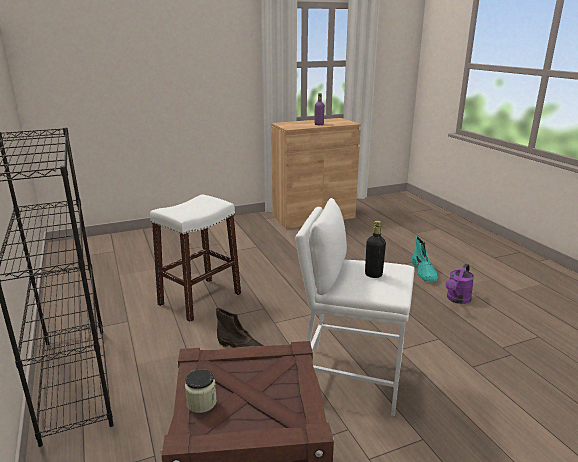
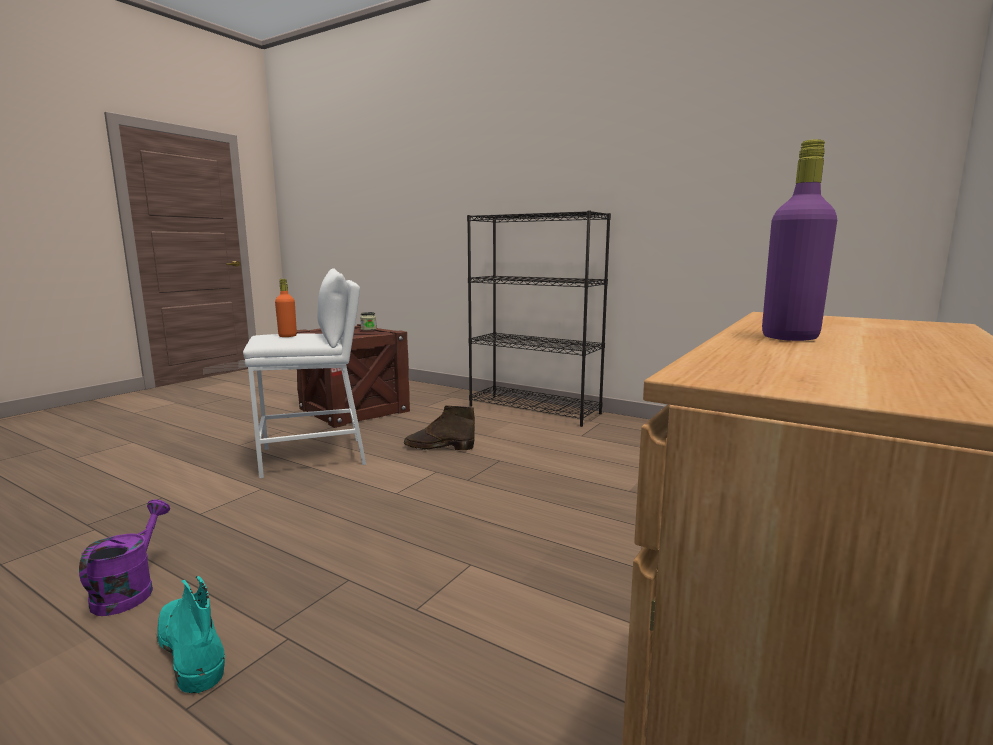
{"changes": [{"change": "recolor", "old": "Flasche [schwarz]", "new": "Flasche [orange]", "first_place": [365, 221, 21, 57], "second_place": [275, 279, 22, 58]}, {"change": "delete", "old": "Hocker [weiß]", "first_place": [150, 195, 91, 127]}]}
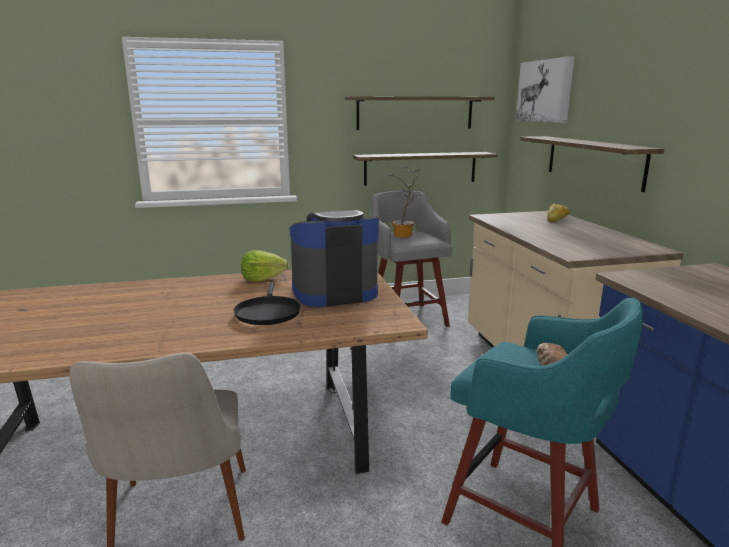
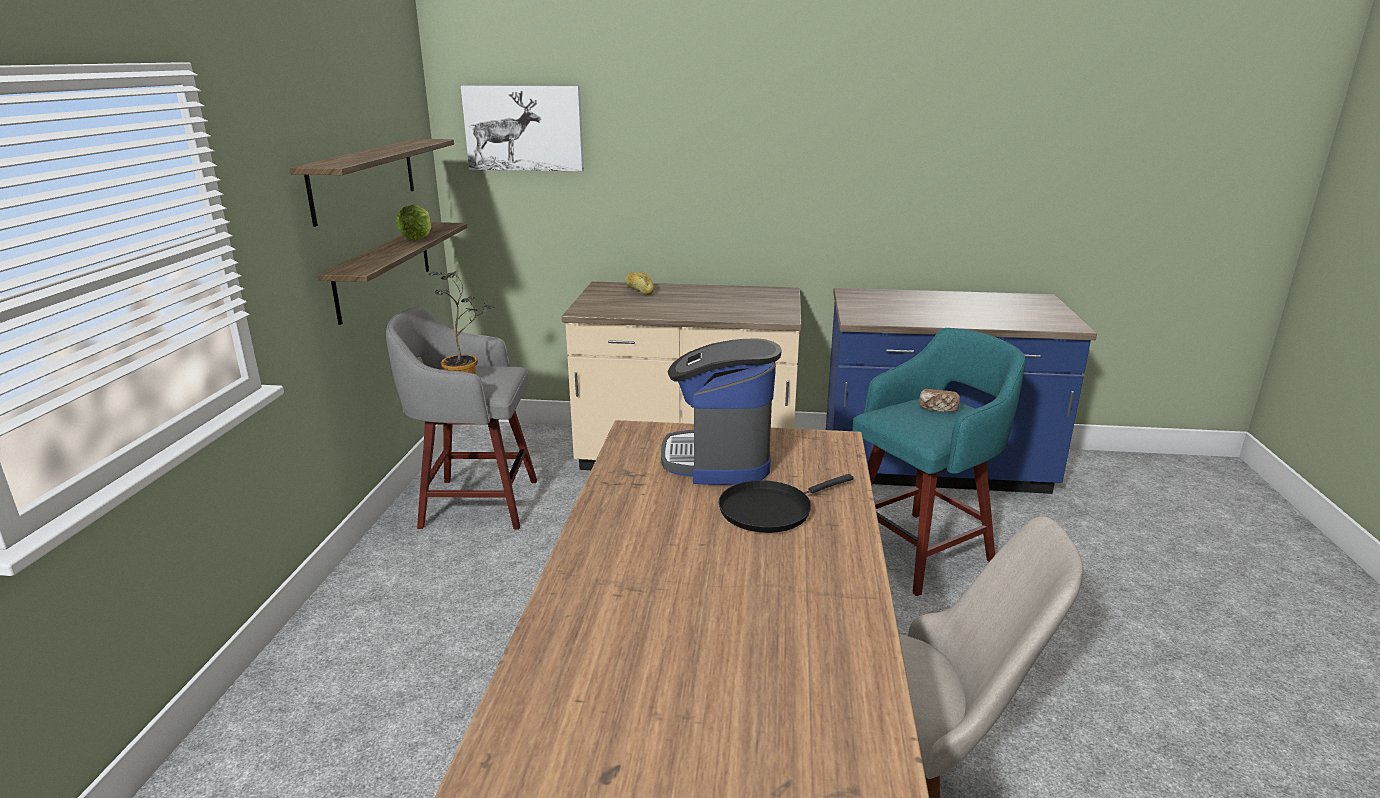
{"changes": [{"change": "move", "old": "Salatkopf", "first_place": [241, 250, 48, 31], "second_place": [396, 204, 35, 35]}, {"change": "rotate", "old": "Pfanne [schwarz]", "first_place": [234, 282, 67, 43], "second_place": [719, 474, 134, 59], "degrees": 135}, {"change": "delete", "old": "Wandregal", "first_place": [520, 136, 145, 56]}]}
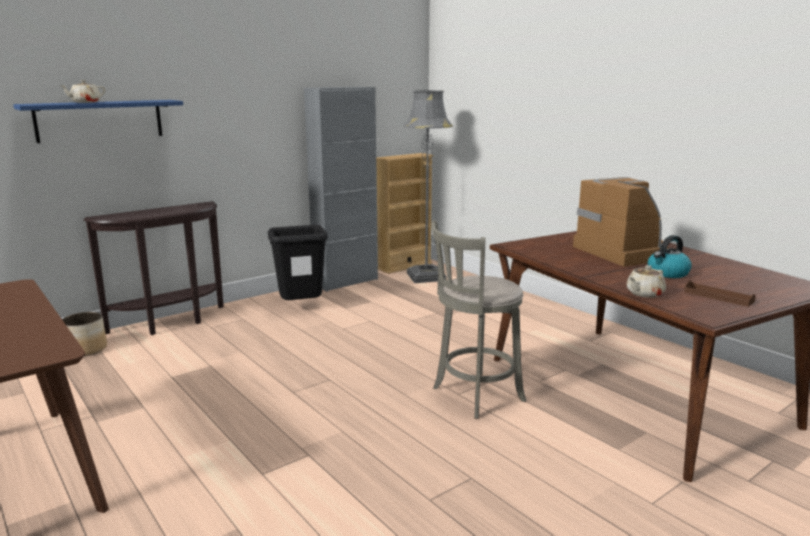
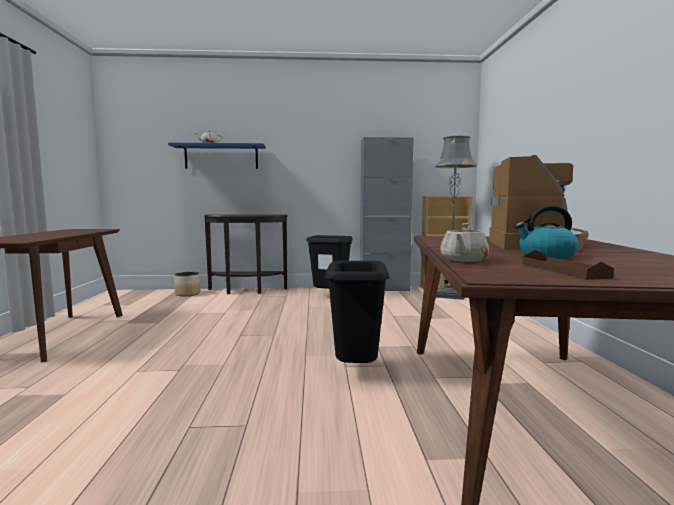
{"changes": [{"change": "replace", "old": "Hocker [grau]", "new": "Mülleimer [schwarz]", "first_place": [431, 220, 95, 199], "second_place": [325, 261, 64, 102]}, {"change": "rotate", "old": "Teekanne [beige]", "first_place": [627, 265, 39, 33], "second_place": [440, 223, 49, 39], "degrees": -60}]}
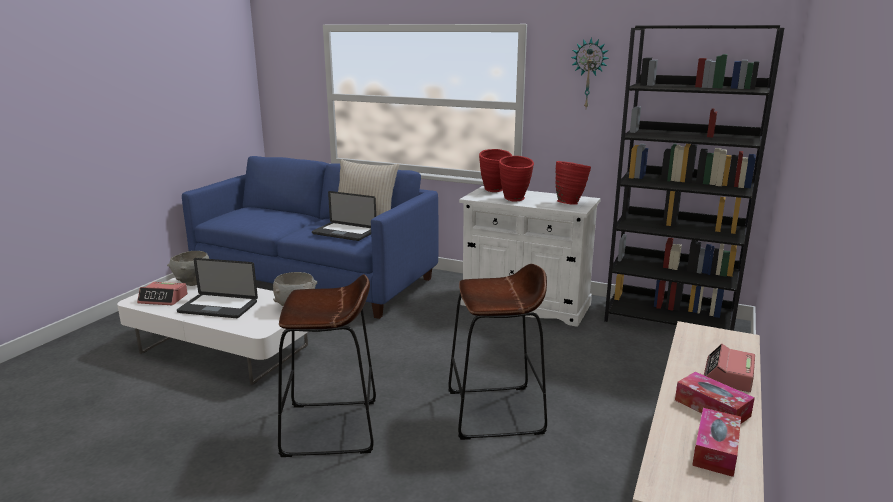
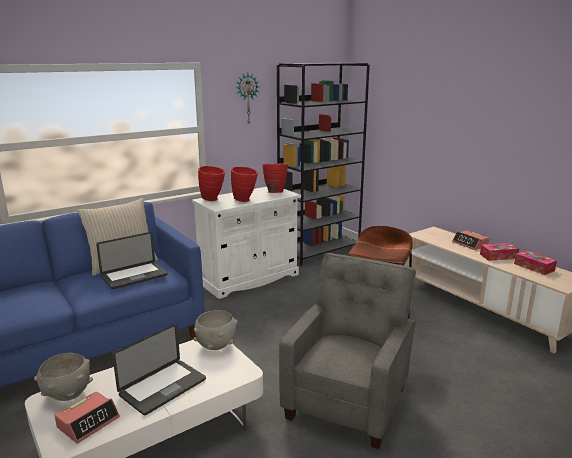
{"changes": [{"change": "replace", "old": "Hocker [braun]", "new": "Sessel [grau]", "first_place": [278, 274, 98, 183], "second_place": [279, 253, 137, 196]}]}
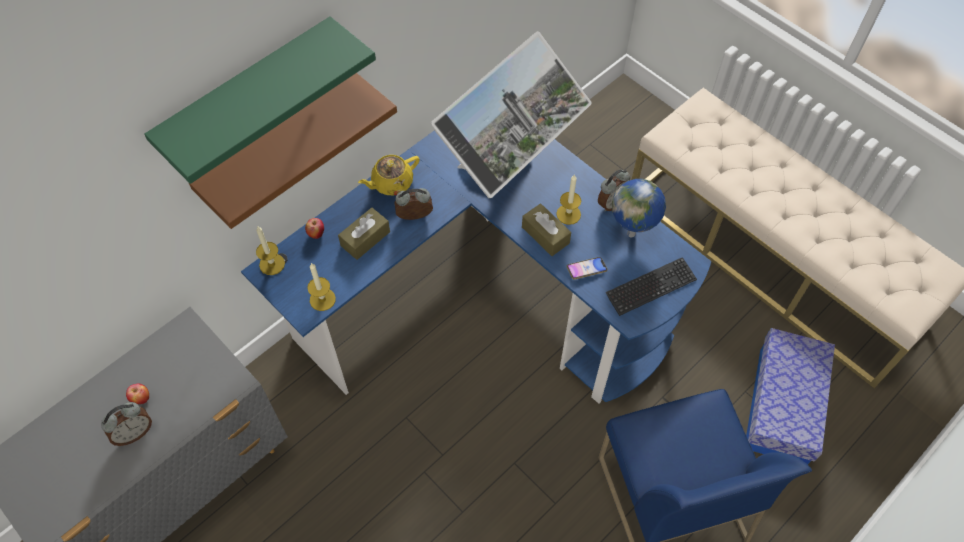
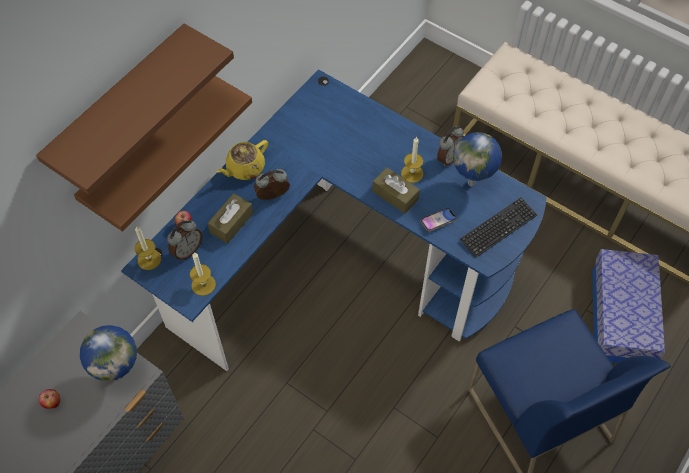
{"changes": [{"change": "recolor", "old": "Wandregal [grün]", "new": "Wandregal [braun]", "first_place": [144, 16, 232, 168], "second_place": [36, 23, 198, 172]}, {"change": "insert", "new": "Globus", "second_place": [80, 325, 57, 56]}, {"change": "move", "old": "Wecker", "first_place": [101, 402, 51, 44], "second_place": [167, 220, 36, 40]}, {"change": "delete", "old": "Monitor", "first_place": [430, 31, 162, 167]}]}
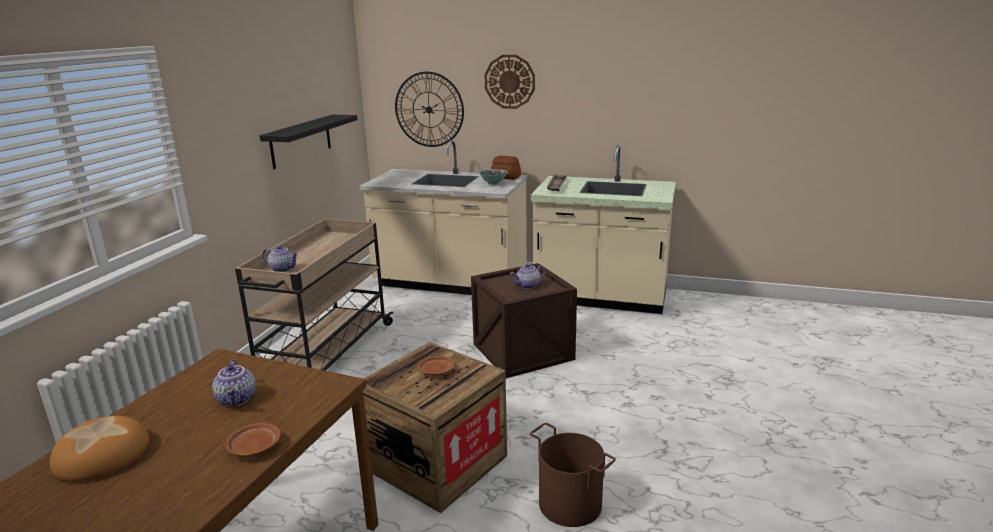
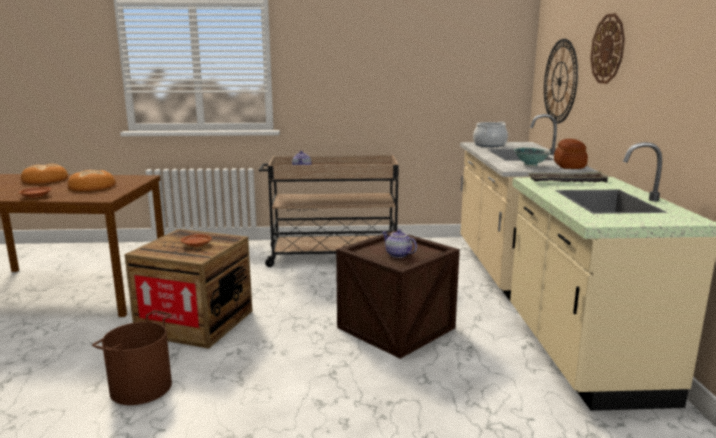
{"changes": [{"change": "replace", "old": "Teekanne", "new": "Brot", "first_place": [212, 359, 44, 47], "second_place": [68, 170, 48, 21]}, {"change": "insert", "new": "Kochtopf", "second_place": [473, 122, 35, 25]}, {"change": "delete", "old": "Wandregal [schwarz]", "first_place": [260, 115, 97, 54]}]}
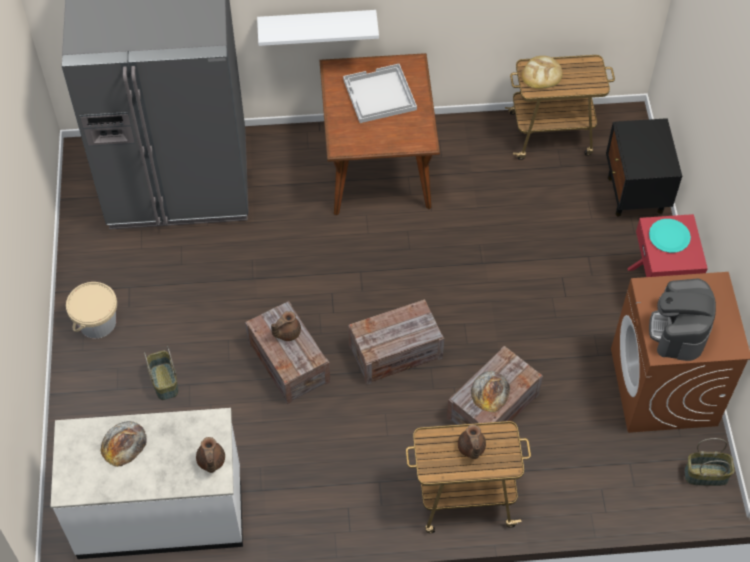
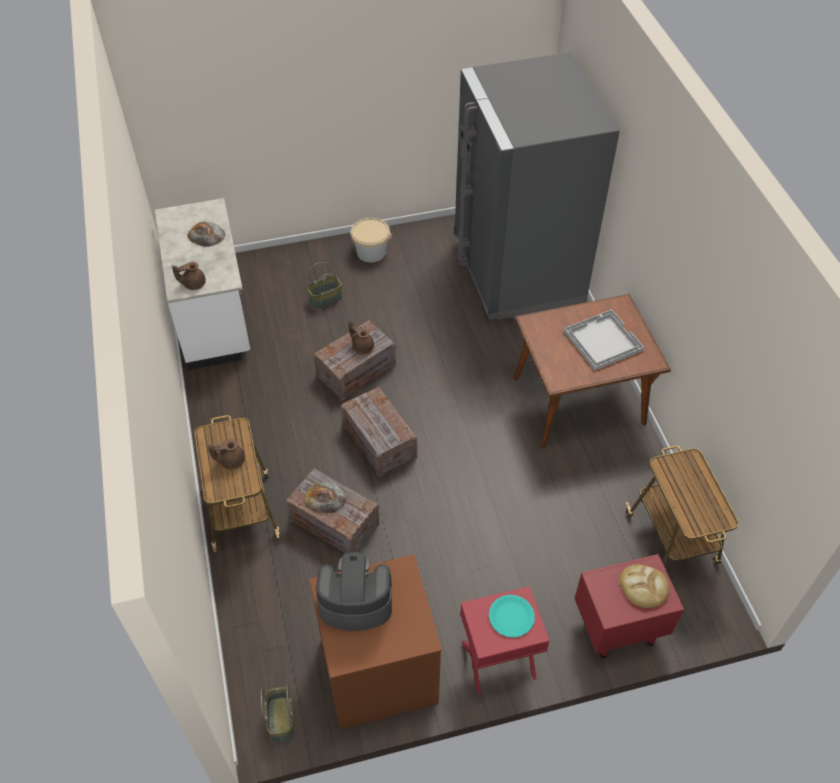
{"changes": [{"change": "recolor", "old": "Nachttisch [schwarz]", "new": "Nachttisch [rot]", "first_place": [606, 118, 76, 98], "second_place": [575, 554, 109, 104]}, {"change": "move", "old": "Brot", "first_place": [521, 56, 42, 33], "second_place": [620, 564, 50, 44]}, {"change": "delete", "old": "Wandregal [weiß]", "first_place": [257, 10, 122, 36]}]}
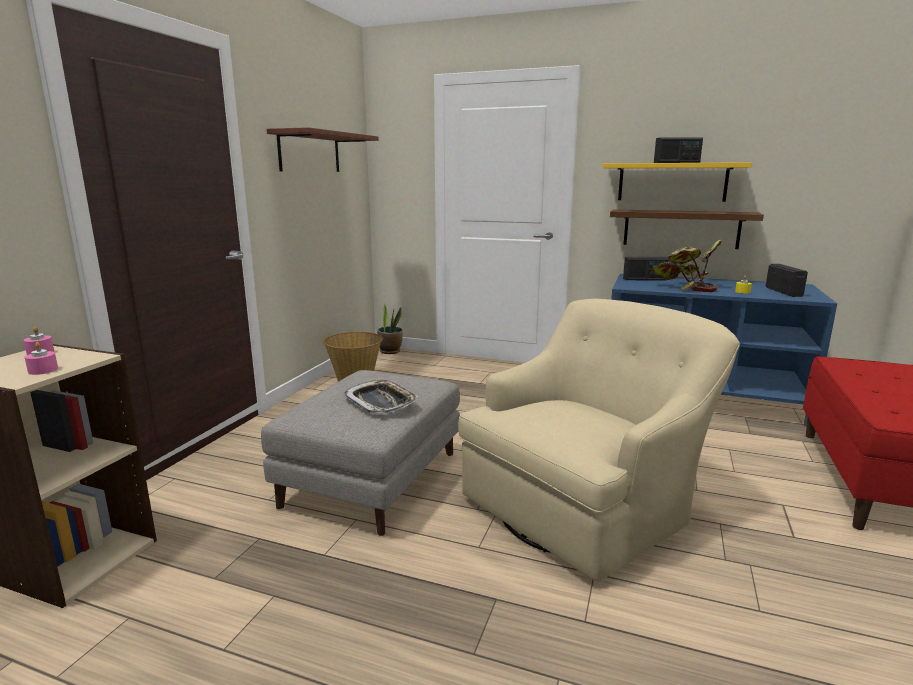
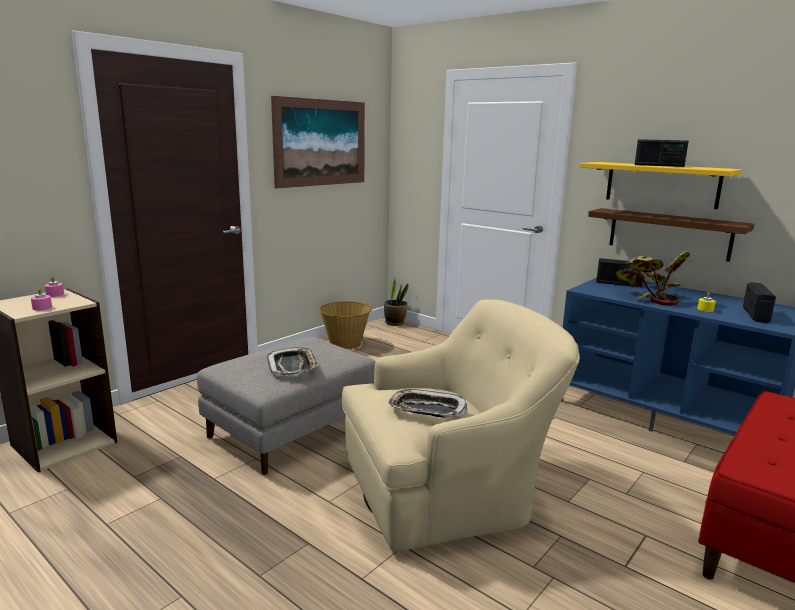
{"changes": [{"change": "replace", "old": "Wandregal [braun]", "new": "Bild", "first_place": [267, 127, 112, 45], "second_place": [271, 96, 94, 92]}, {"change": "insert", "new": "Tablett", "second_place": [388, 389, 80, 29]}]}
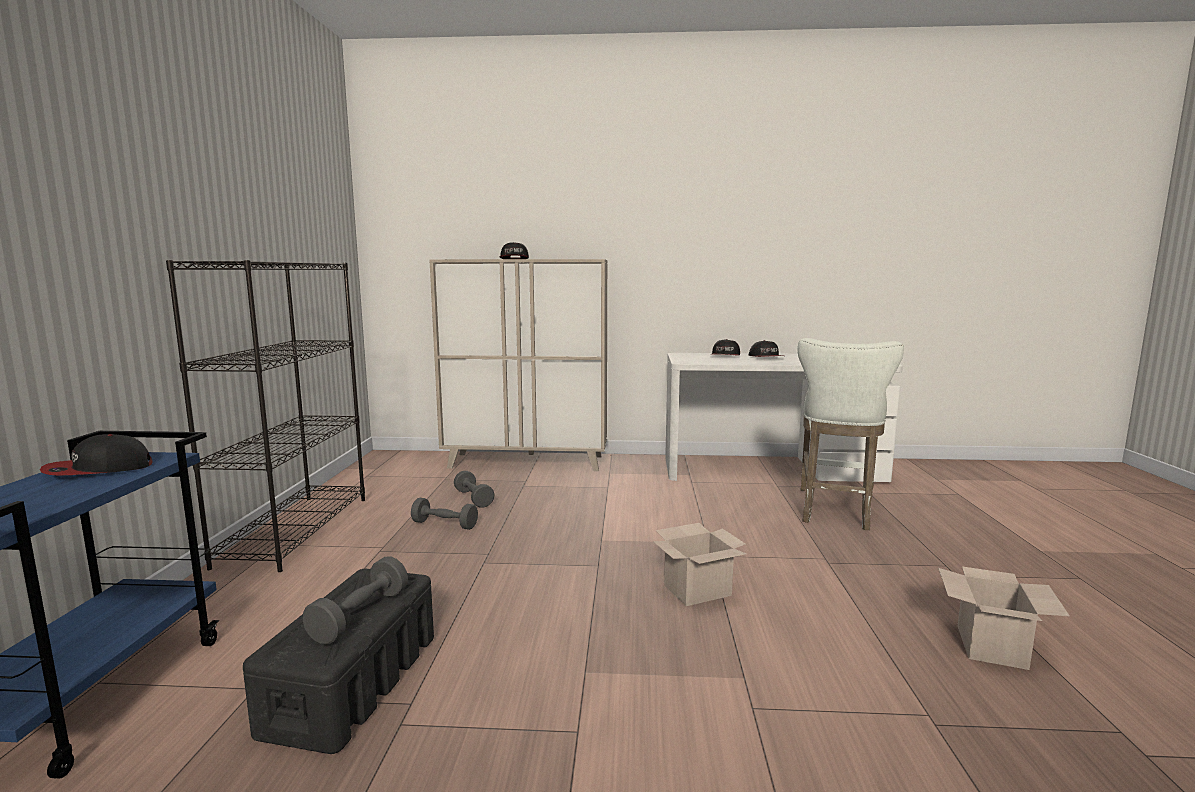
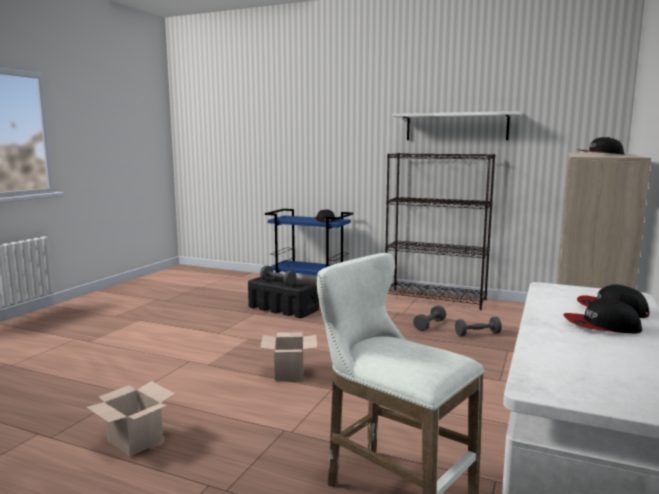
{"changes": [{"change": "insert", "new": "Wandregal [weiß]", "second_place": [393, 111, 128, 29]}]}
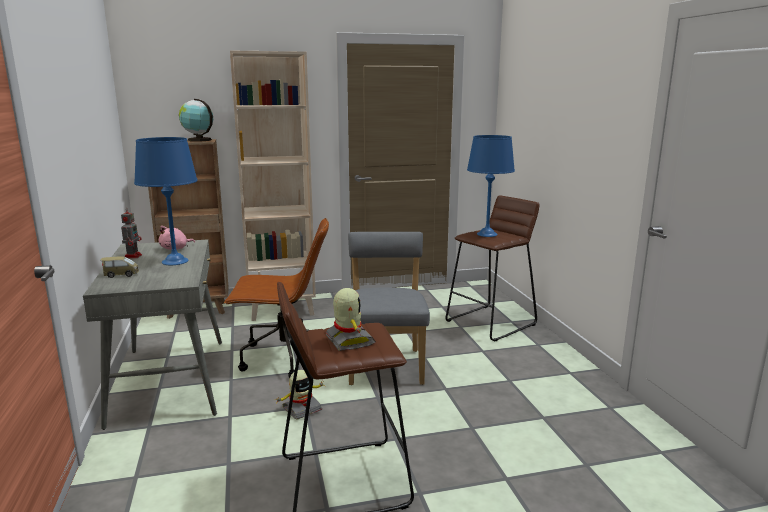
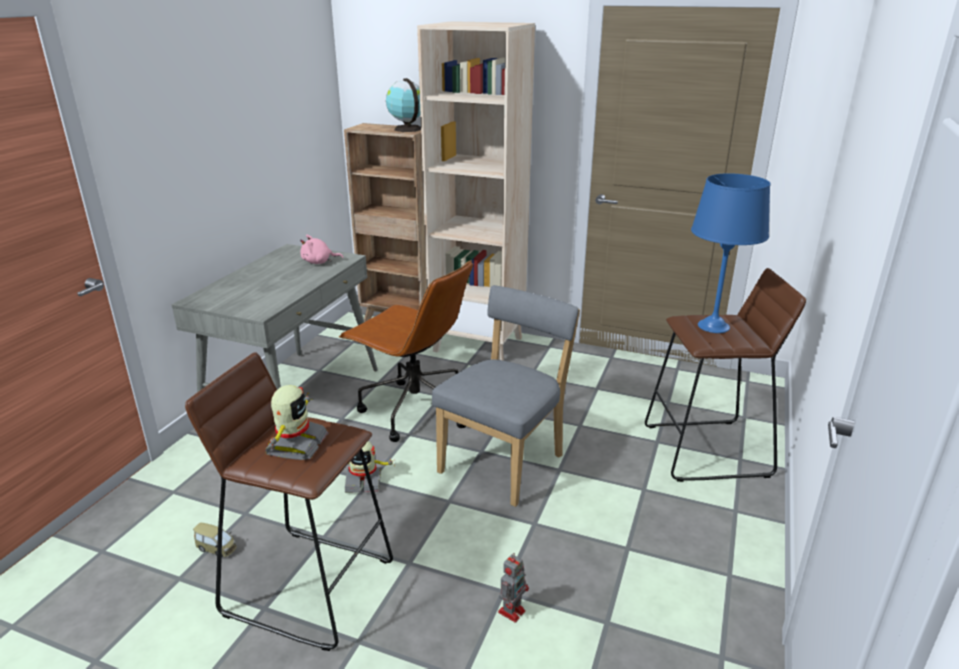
{"changes": [{"change": "move", "old": "Spielzeugauto", "first_place": [101, 256, 38, 22], "second_place": [193, 522, 44, 35]}, {"change": "move", "old": "Spielzeugroboter", "first_place": [121, 207, 21, 51], "second_place": [498, 553, 31, 70]}, {"change": "delete", "old": "Tischlampe [blau]", "first_place": [134, 137, 64, 128]}]}
